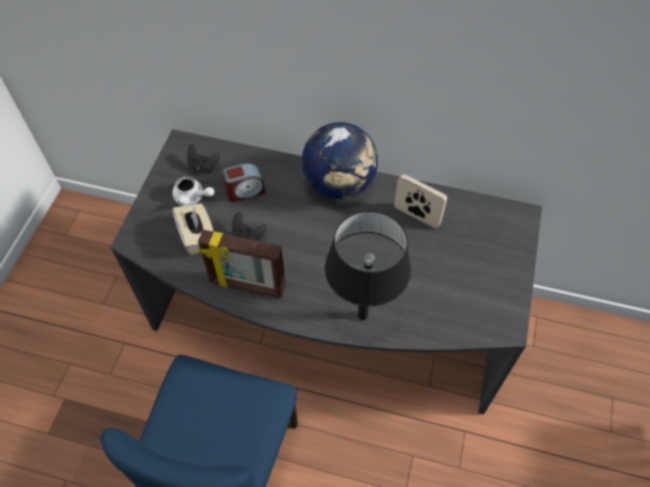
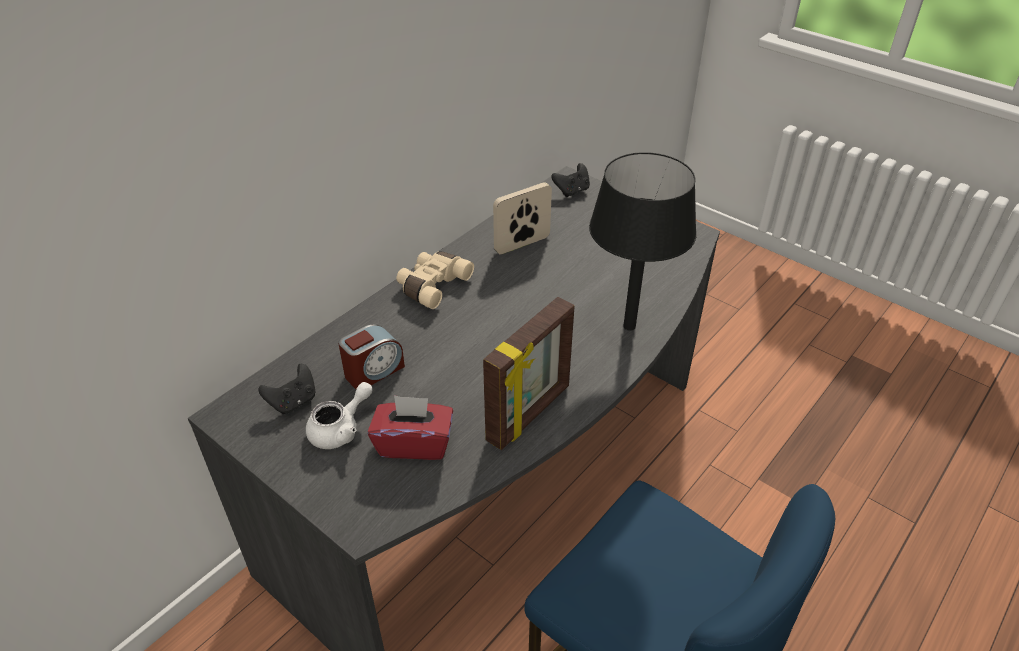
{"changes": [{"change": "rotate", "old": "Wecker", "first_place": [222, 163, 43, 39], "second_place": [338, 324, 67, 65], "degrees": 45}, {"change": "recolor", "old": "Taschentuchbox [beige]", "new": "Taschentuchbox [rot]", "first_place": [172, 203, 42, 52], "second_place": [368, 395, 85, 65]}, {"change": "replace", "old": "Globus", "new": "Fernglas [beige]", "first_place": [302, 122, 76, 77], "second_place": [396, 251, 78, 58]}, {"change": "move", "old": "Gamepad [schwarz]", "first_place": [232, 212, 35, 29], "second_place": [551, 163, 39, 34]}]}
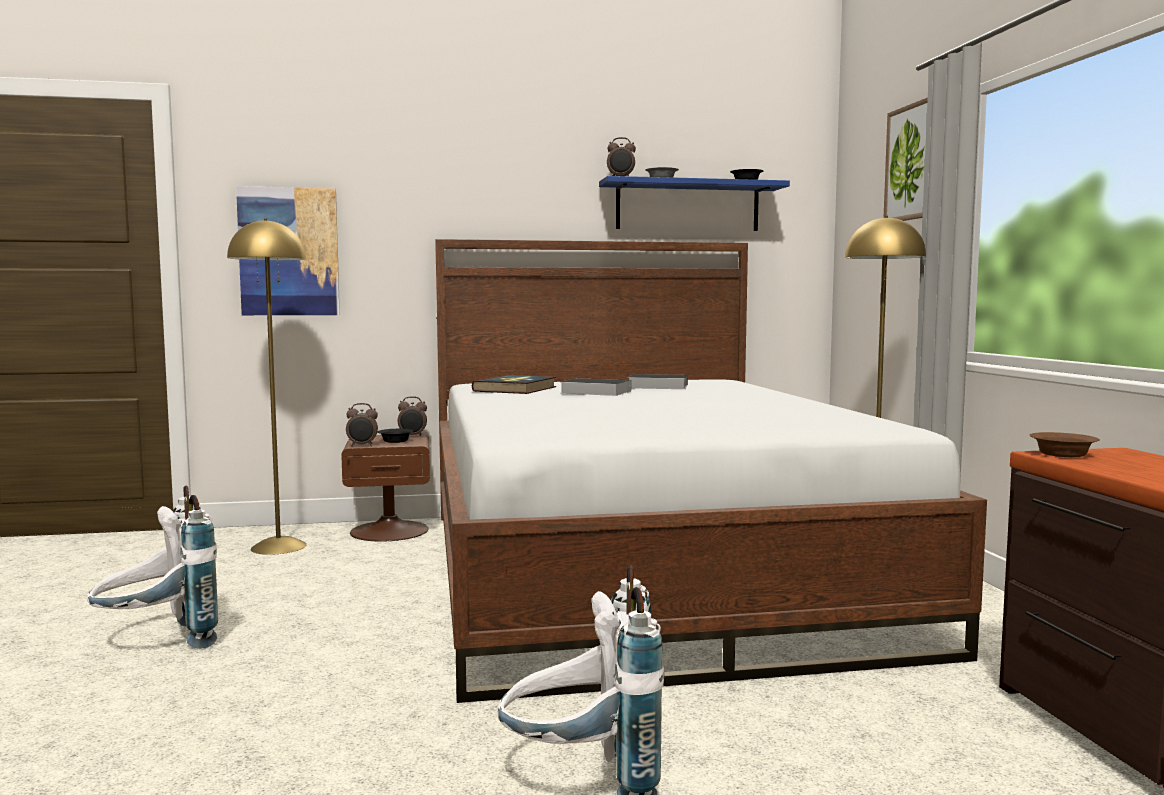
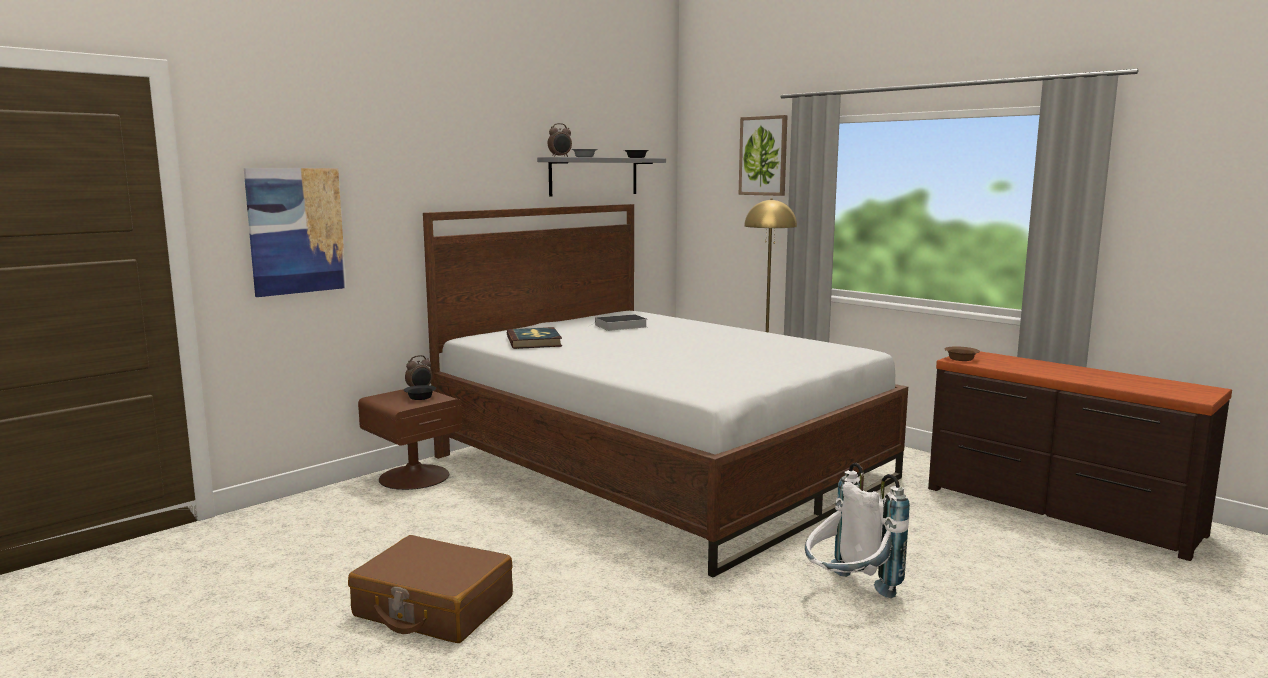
{"changes": [{"change": "replace", "old": "Rucksack [weiß]", "new": "Koffer [braun]", "first_place": [87, 486, 131, 163], "second_place": [348, 535, 165, 108]}, {"change": "recolor", "old": "Wandregal [blau]", "new": "Wandregal [grau]", "first_place": [599, 176, 191, 55], "second_place": [537, 157, 129, 39]}, {"change": "delete", "old": "Stehlampe [gelb]", "first_place": [227, 218, 79, 337]}, {"change": "delete", "old": "Wecker", "first_place": [346, 403, 32, 43]}, {"change": "delete", "old": "Buch", "first_place": [561, 378, 70, 18]}]}
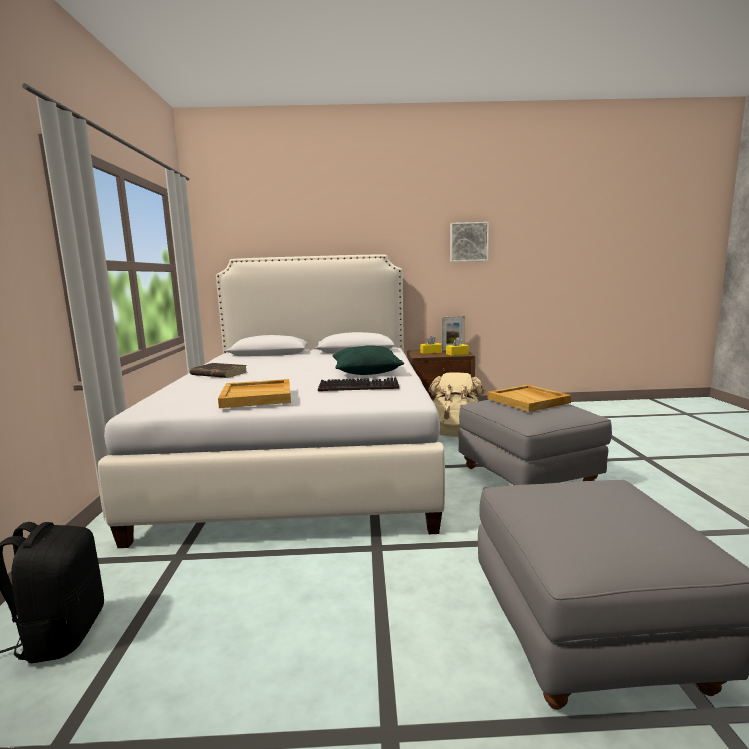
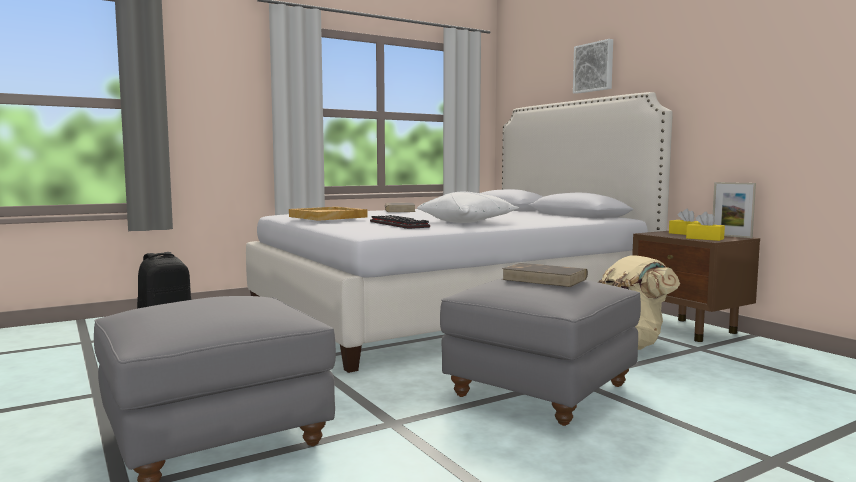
{"changes": [{"change": "recolor", "old": "Kissen [grün]", "new": "Kissen [weiß]", "first_place": [332, 345, 72, 30], "second_place": [417, 191, 102, 32]}, {"change": "replace", "old": "Tablett [beige]", "new": "Buch [braun]", "first_place": [487, 385, 84, 27], "second_place": [502, 263, 86, 24]}, {"change": "move", "old": "Bild", "first_place": [450, 222, 39, 40], "second_place": [573, 39, 40, 55]}]}
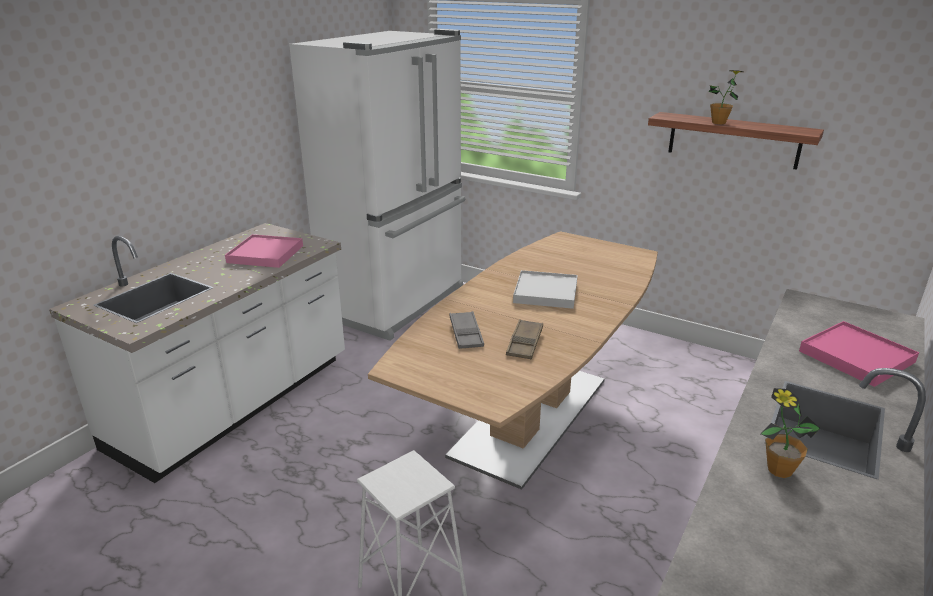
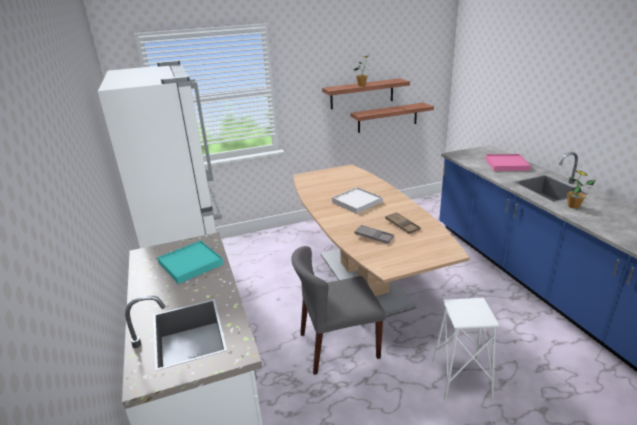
{"changes": [{"change": "recolor", "old": "Tablett [rosa]", "new": "Tablett [türkis]", "first_place": [225, 234, 78, 34], "second_place": [157, 240, 67, 44]}, {"change": "insert", "new": "Stuhl [grau]", "second_place": [291, 246, 95, 129]}, {"change": "insert", "new": "Wandregal", "second_place": [351, 103, 83, 30]}]}
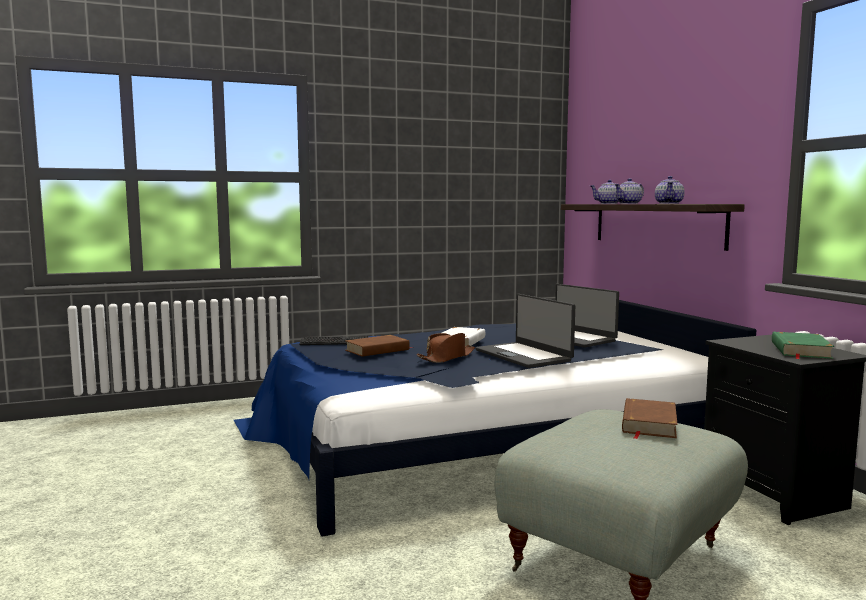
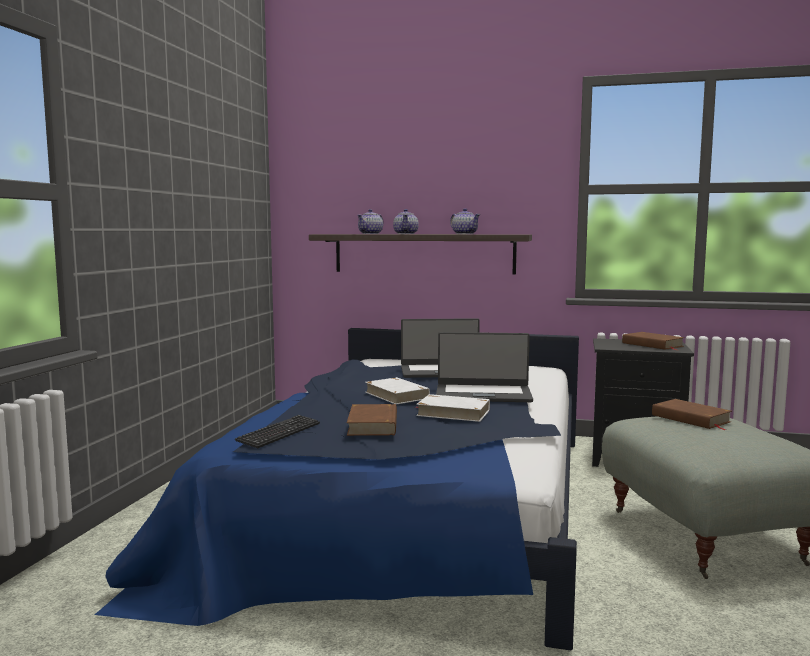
{"changes": [{"change": "replace", "old": "Hut [braun]", "new": "Buch [weiß]", "first_place": [417, 333, 58, 30], "second_place": [415, 394, 75, 28]}, {"change": "recolor", "old": "Buch [grün]", "new": "Buch [braun]", "first_place": [772, 332, 63, 27], "second_place": [622, 332, 63, 18]}]}
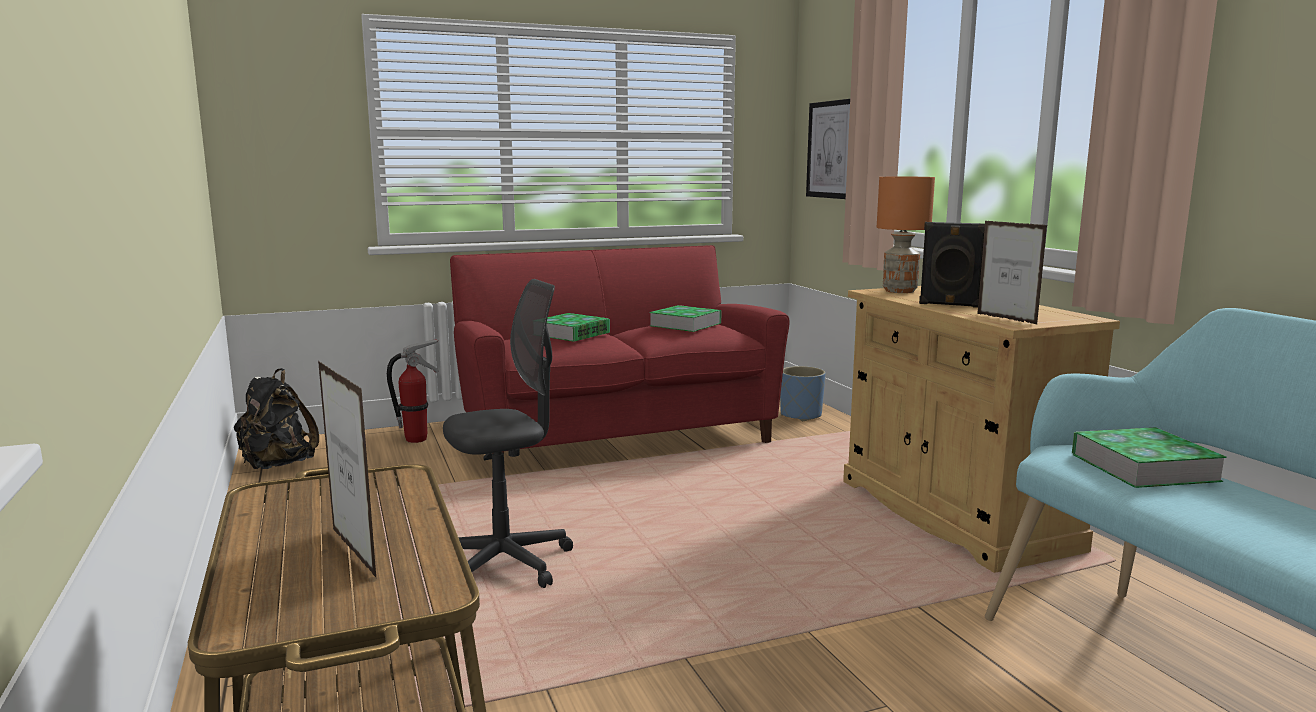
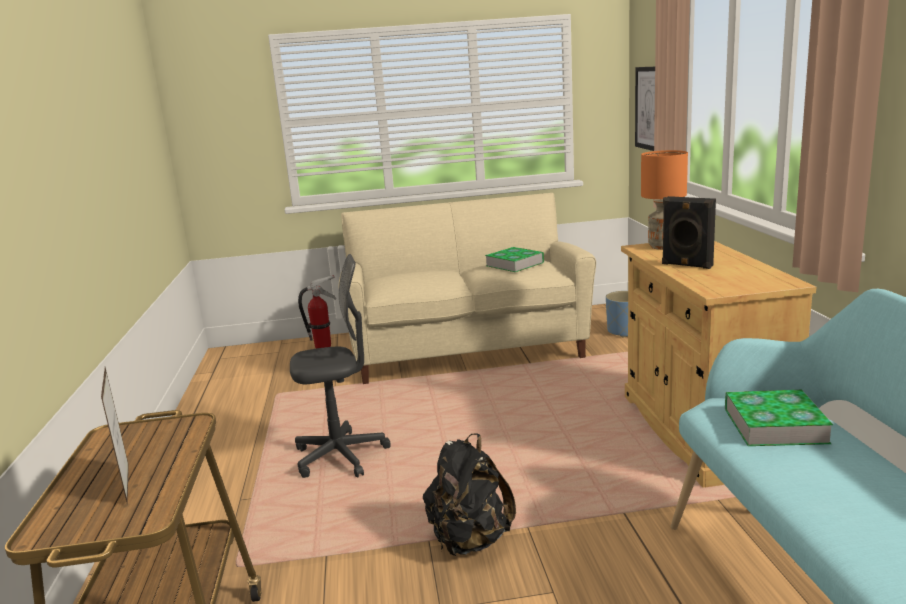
{"changes": [{"change": "recolor", "old": "Sofa [rot]", "new": "Sofa [beige]", "first_place": [450, 245, 340, 209], "second_place": [339, 193, 257, 191]}, {"change": "move", "old": "Rucksack [schwarz]", "first_place": [234, 368, 85, 101], "second_place": [423, 433, 93, 123]}, {"change": "delete", "old": "Buch", "first_place": [547, 313, 63, 29]}, {"change": "delete", "old": "Bilderrahmen", "first_place": [977, 221, 70, 104]}]}
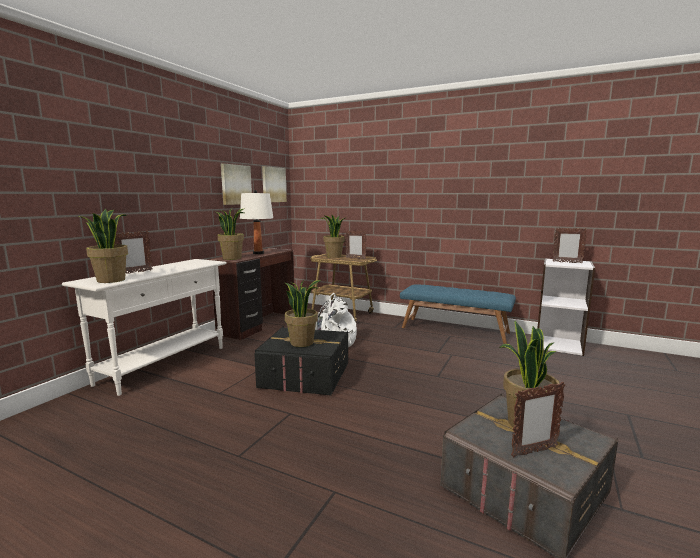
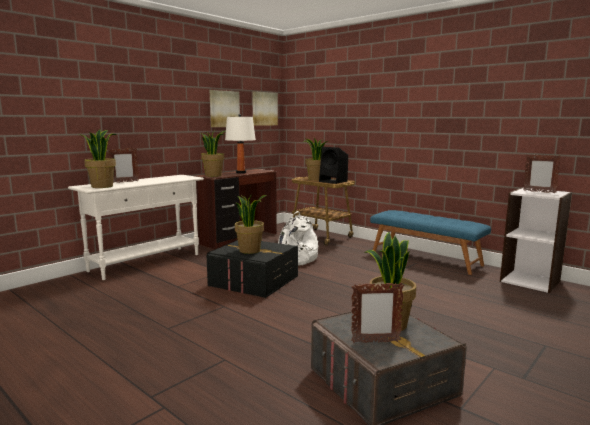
{"changes": [{"change": "replace", "old": "Bilderrahmen", "new": "Lautsprecher [schwarz]", "first_place": [345, 231, 21, 28], "second_place": [319, 147, 29, 37]}]}
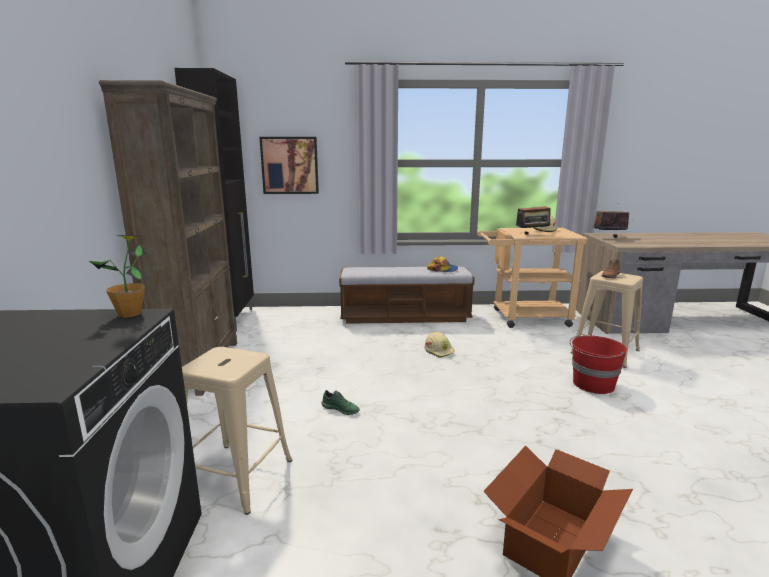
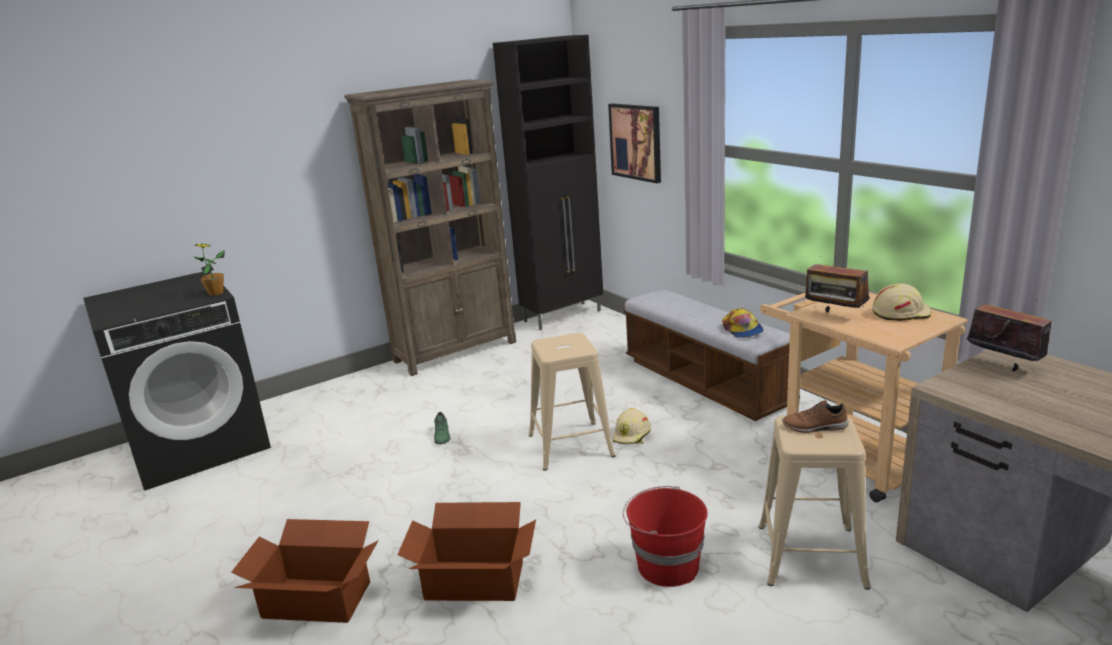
{"changes": [{"change": "insert", "new": "Karton", "second_place": [398, 502, 138, 99]}, {"change": "move", "old": "Hocker [beige]", "first_place": [182, 347, 110, 168], "second_place": [529, 333, 87, 138]}]}
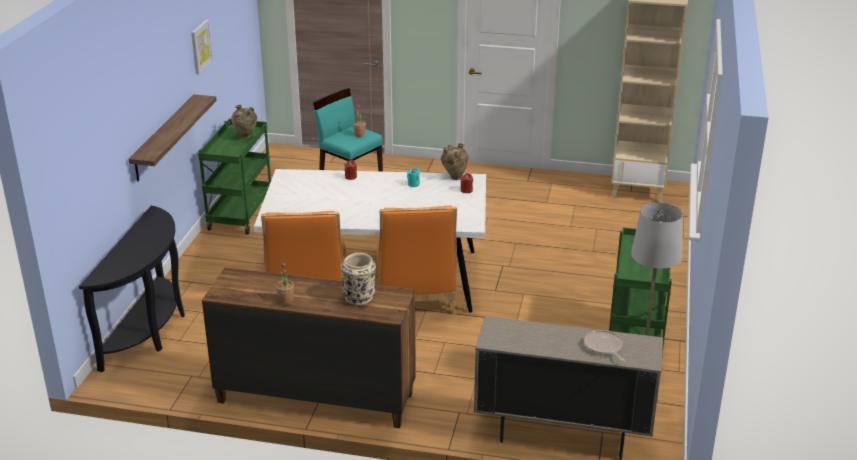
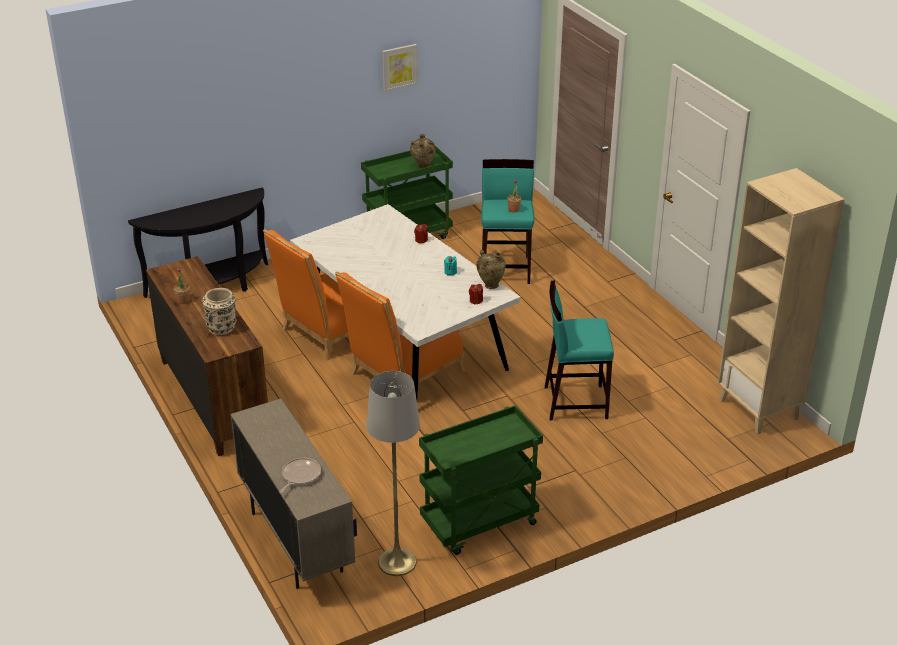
{"changes": [{"change": "insert", "new": "Hocker [türkis]", "second_place": [545, 280, 69, 141]}, {"change": "delete", "old": "Wandregal", "first_place": [128, 94, 89, 87]}]}
